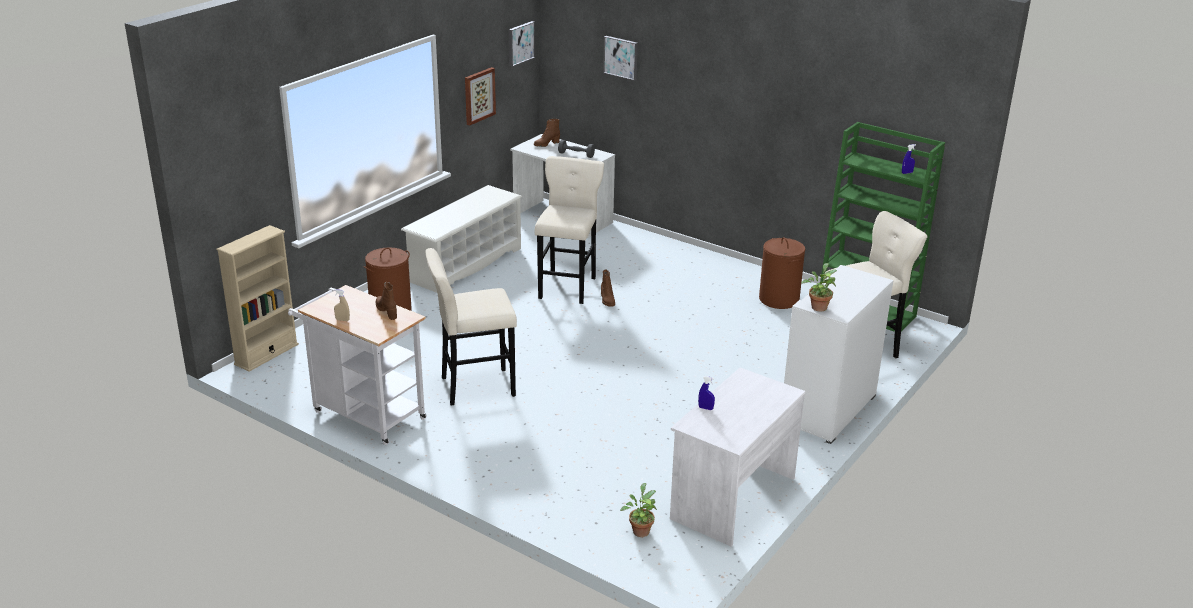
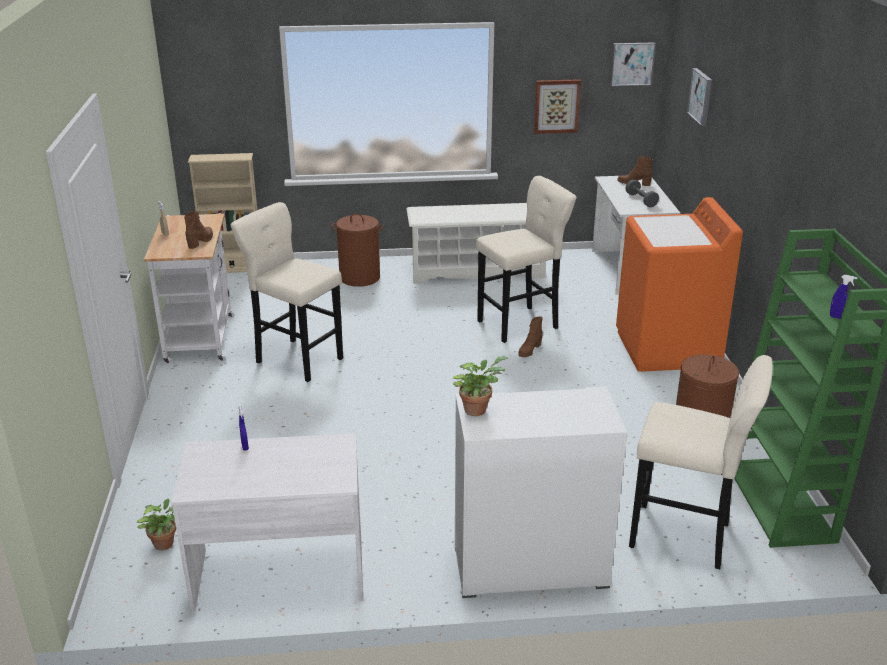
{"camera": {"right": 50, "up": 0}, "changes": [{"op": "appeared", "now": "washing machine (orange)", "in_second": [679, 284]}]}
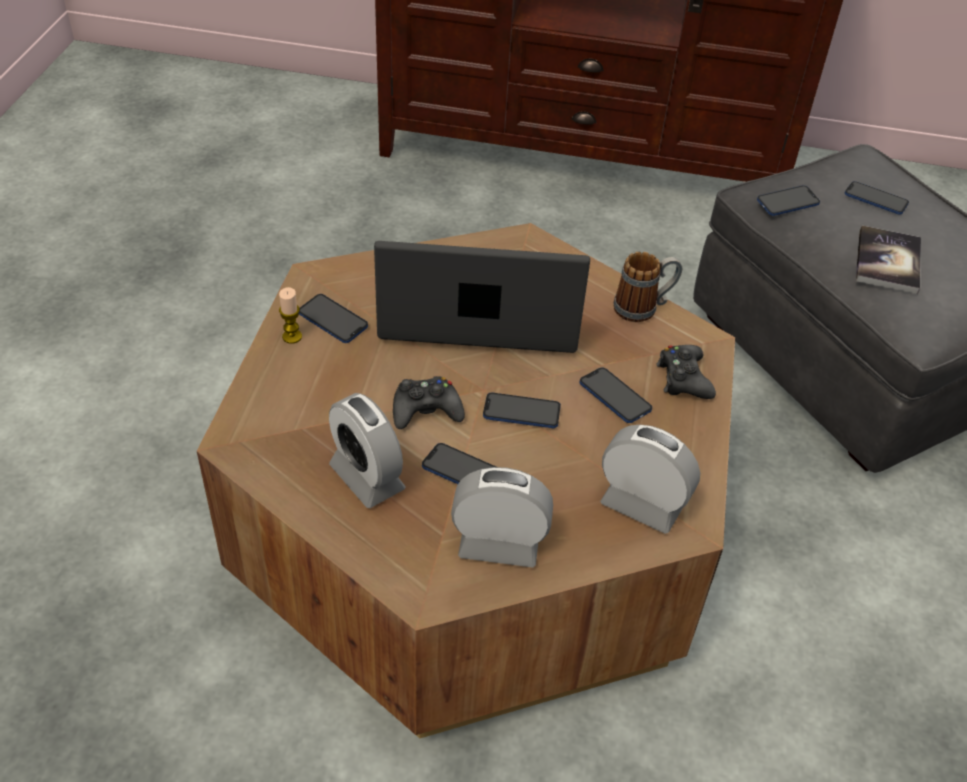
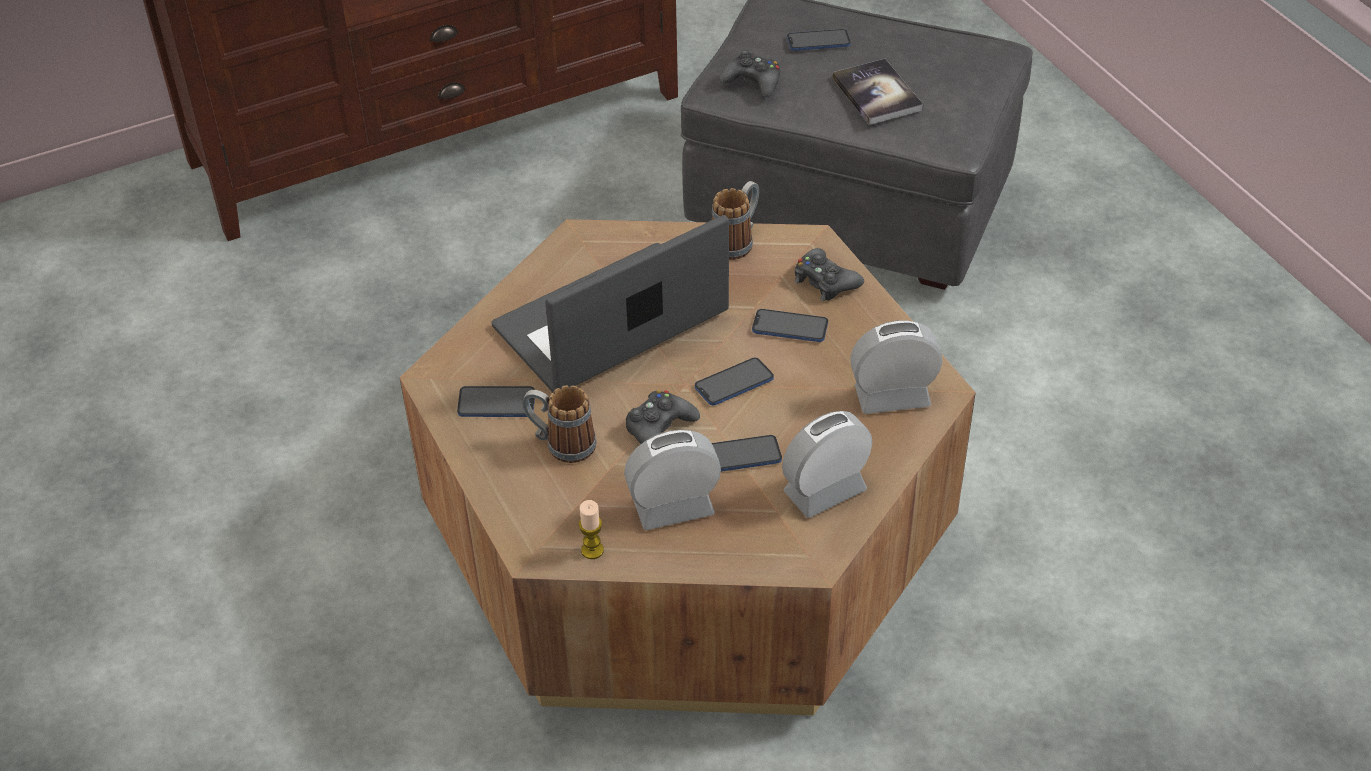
{"camera": {"right": -35, "up": 0}, "changes": [{"op": "relocated", "was": "candle", "in_first": [290, 315], "in_second": [591, 529]}, {"op": "spun", "was": "alarm clock", "in_first": [367, 450], "in_second": [672, 480], "clockwise": 150}, {"op": "exchanged", "was": "phone", "now": "game controller (black)", "in_first": [788, 200], "in_second": [749, 73]}, {"op": "appeared", "now": "mug", "in_second": [559, 424]}]}
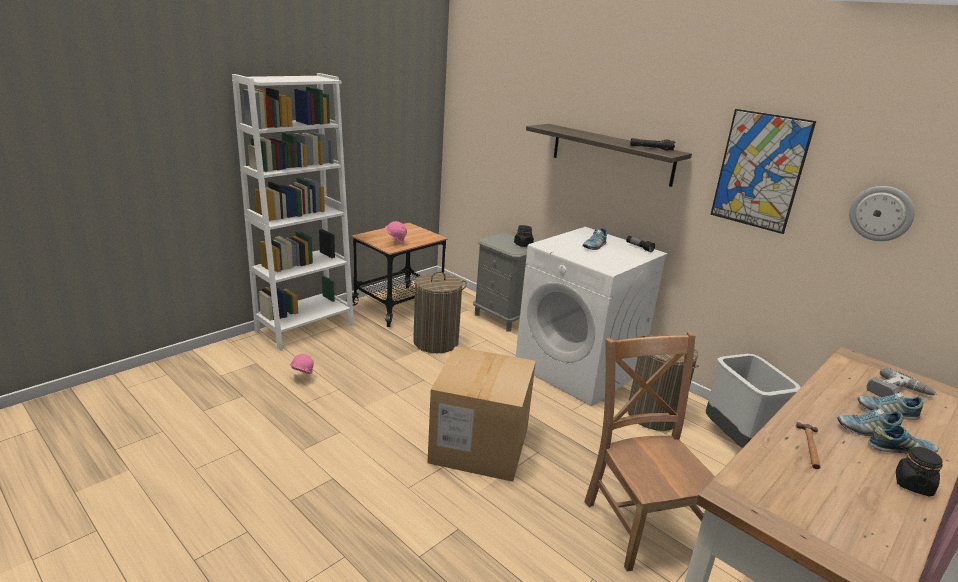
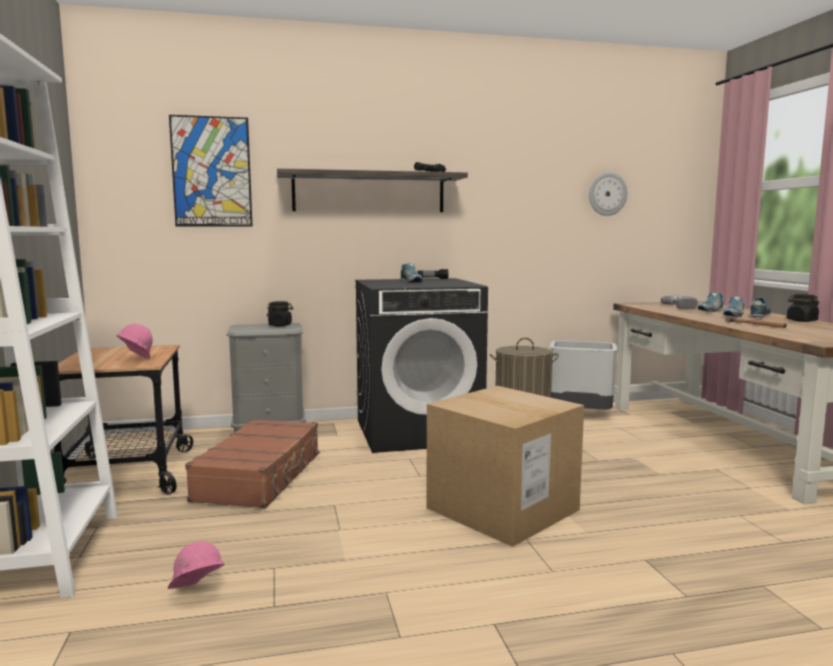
{"camera": {"right": -55, "up": -15}, "changes": [{"op": "exchanged", "was": "laundry basket", "now": "suitcase (brown)", "in_first": [438, 312], "in_second": [252, 463]}, {"op": "colour", "was": "washing machine (white)", "now": "washing machine (black)", "in_first": [592, 316], "in_second": [421, 365]}, {"op": "missing", "was": "chair (brown)", "in_first": [649, 452]}, {"op": "relocated", "was": "picture", "in_first": [763, 171], "in_second": [211, 171]}]}
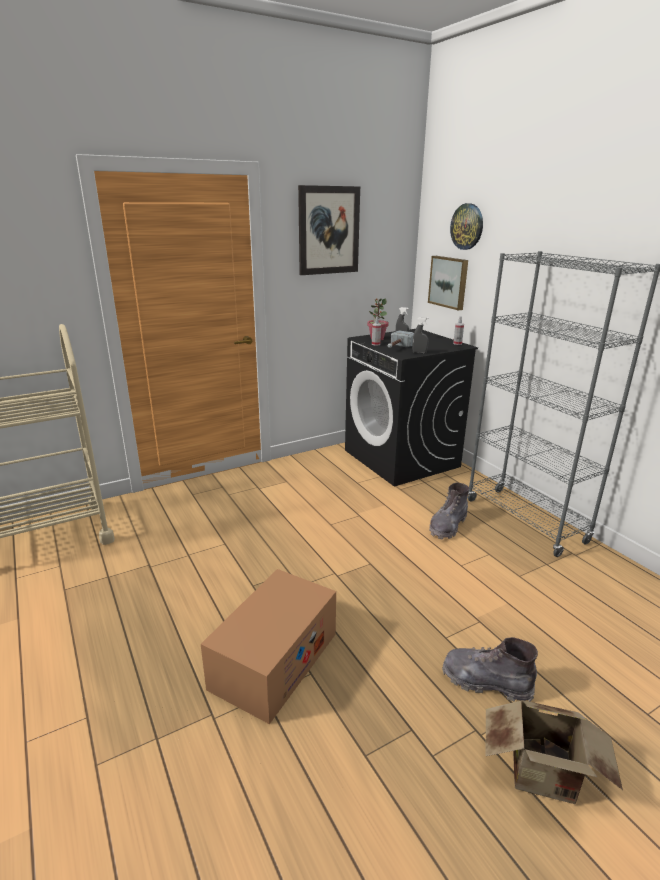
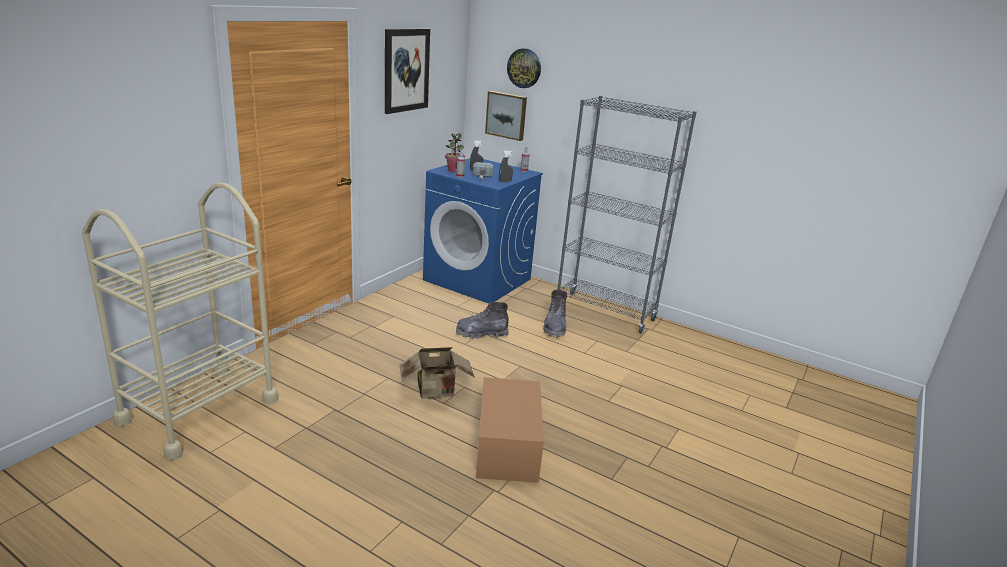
{"camera": {"right": -30, "up": 0}, "changes": [{"op": "colour", "was": "washing machine (black)", "now": "washing machine (blue)", "in_first": [411, 407], "in_second": [483, 230]}, {"op": "relocated", "was": "boot (grey)", "in_first": [490, 669], "in_second": [482, 320]}, {"op": "relocated", "was": "cardboard box", "in_first": [554, 752], "in_second": [437, 373]}]}
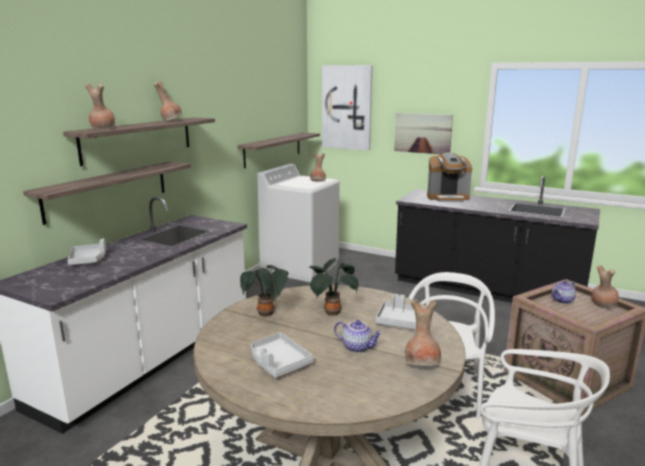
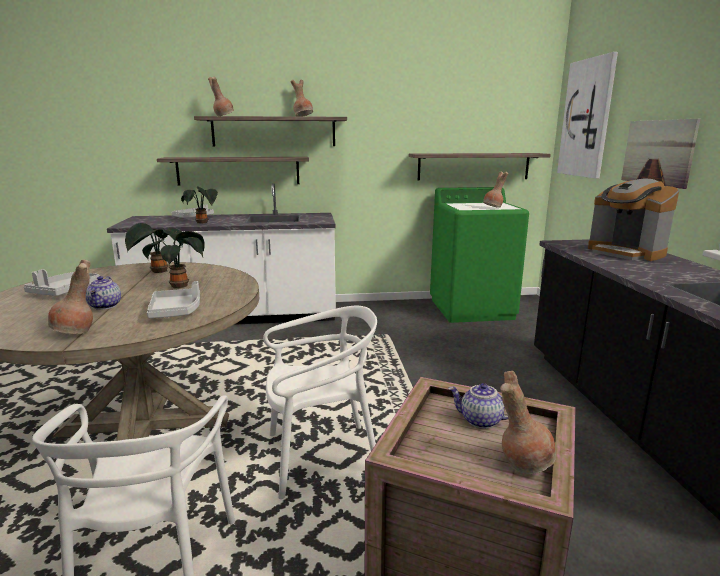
{"camera": {"right": 55, "up": 0}, "changes": [{"op": "colour", "was": "washing machine (white)", "now": "washing machine (green)", "in_first": [298, 223], "in_second": [479, 255]}, {"op": "appeared", "now": "potted plant", "in_second": [199, 205]}]}
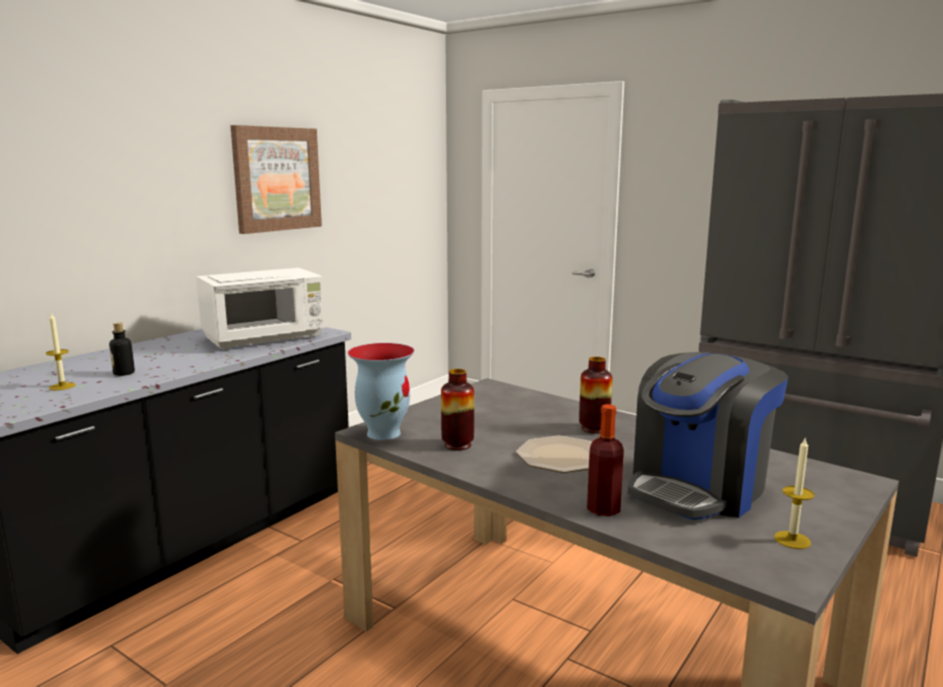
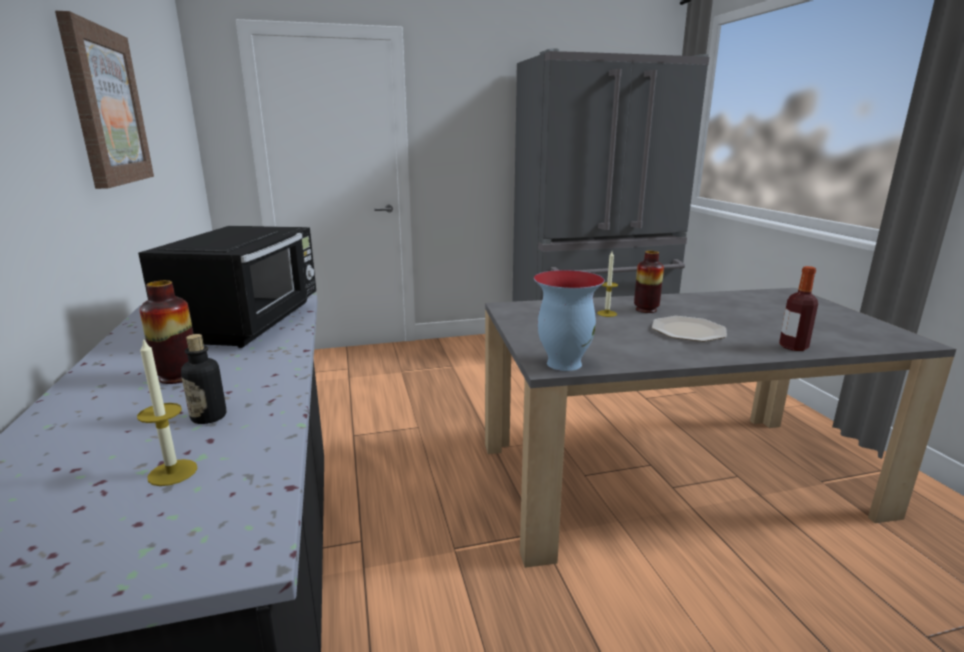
{"camera": {"right": -50, "up": 5}, "changes": [{"op": "colour", "was": "microwave (white)", "now": "microwave (black)", "in_first": [260, 309], "in_second": [227, 287]}, {"op": "relocated", "was": "vase", "in_first": [457, 409], "in_second": [167, 332]}, {"op": "missing", "was": "coffee machine", "in_first": [708, 436]}, {"op": "relocated", "was": "candle", "in_first": [794, 493], "in_second": [607, 284]}]}
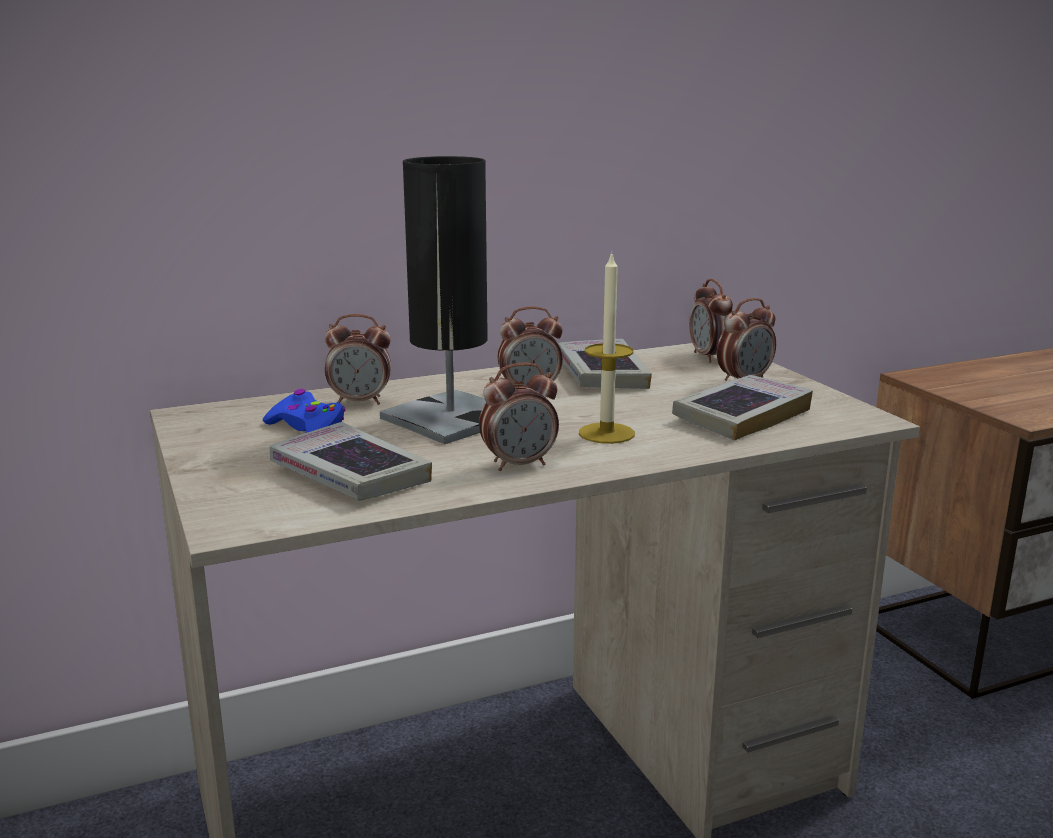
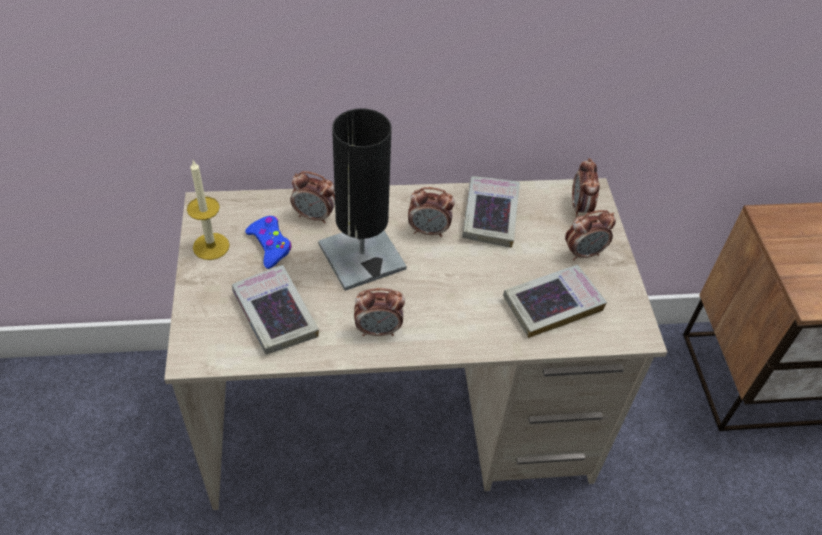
{"camera": {"right": 15, "up": 30}, "changes": [{"op": "relocated", "was": "candle", "in_first": [607, 347], "in_second": [208, 210]}]}
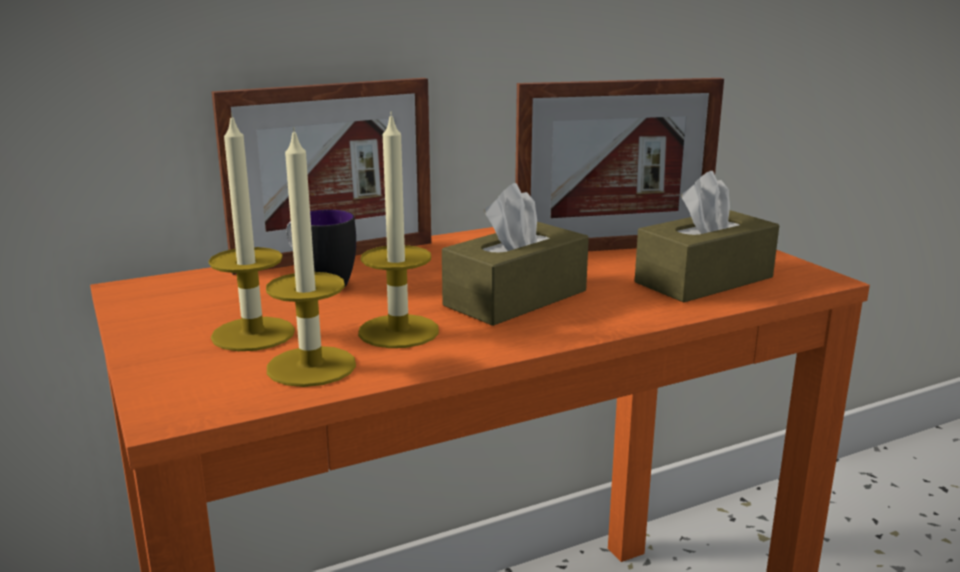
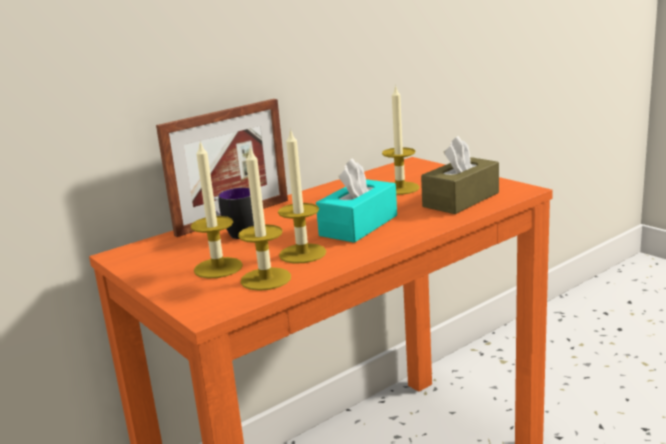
{"camera": {"right": -10, "up": 0}, "changes": [{"op": "colour", "was": "tissue box (brown)", "now": "tissue box (turquoise)", "in_first": [515, 254], "in_second": [356, 200]}, {"op": "exchanged", "was": "picture frame", "now": "candle", "in_first": [619, 164], "in_second": [401, 140]}]}
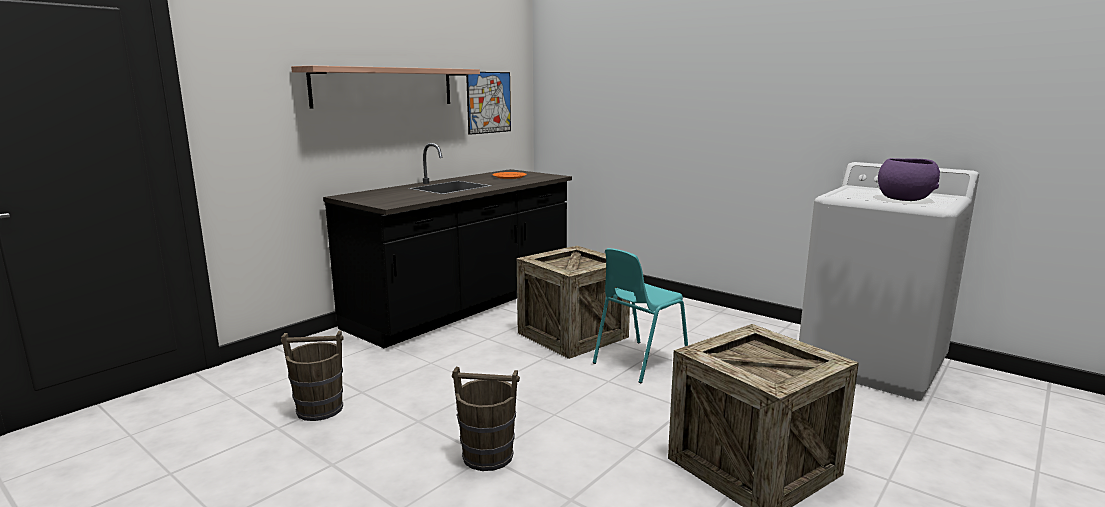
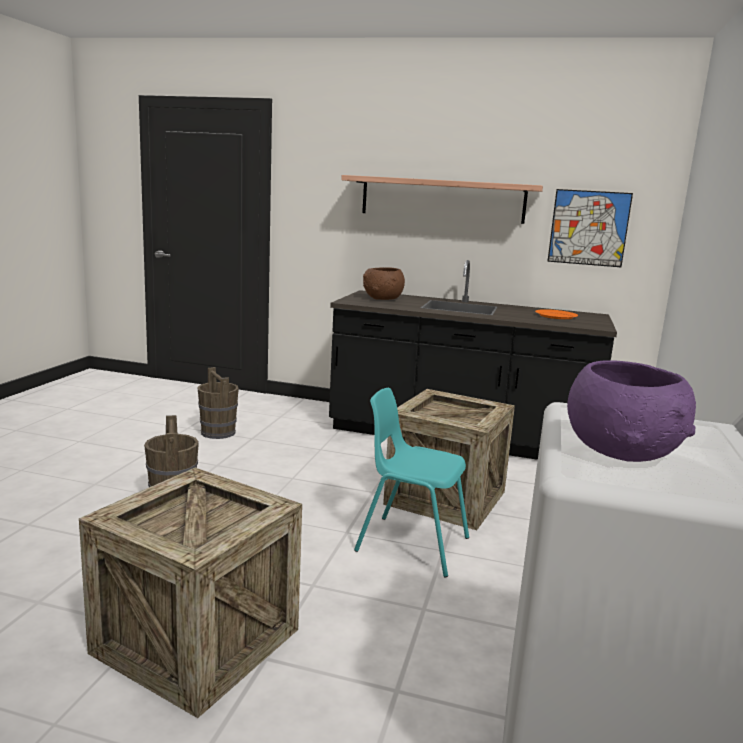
{"camera": {"right": 65, "up": 0}, "changes": [{"op": "appeared", "now": "bowl (brown)", "in_second": [384, 283]}]}
